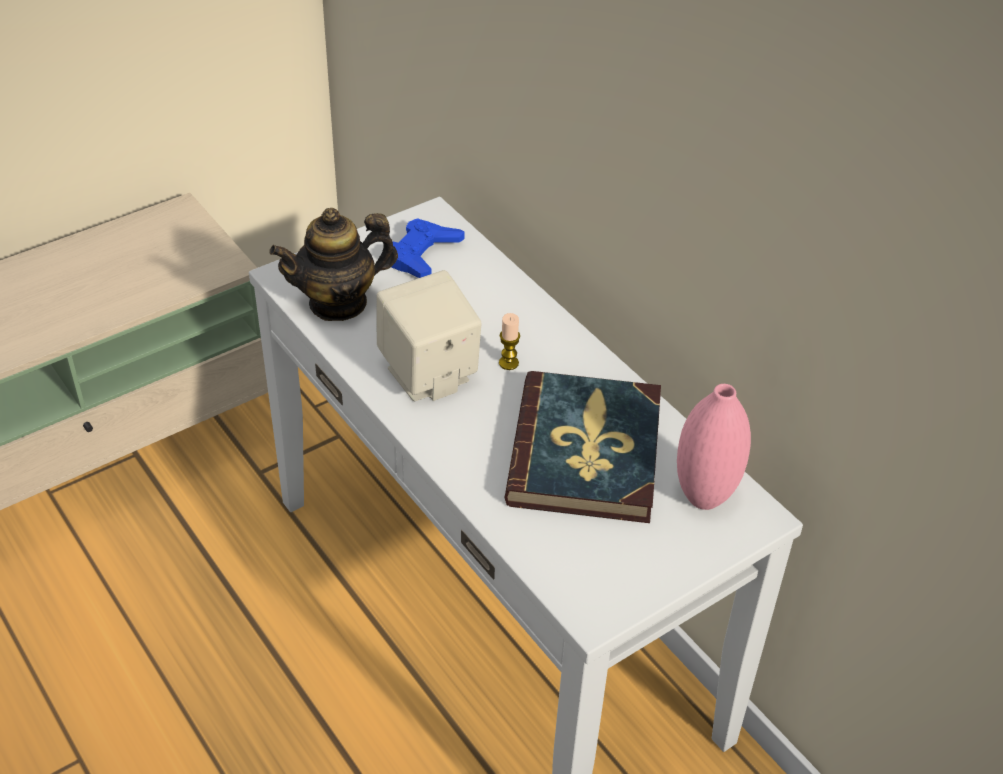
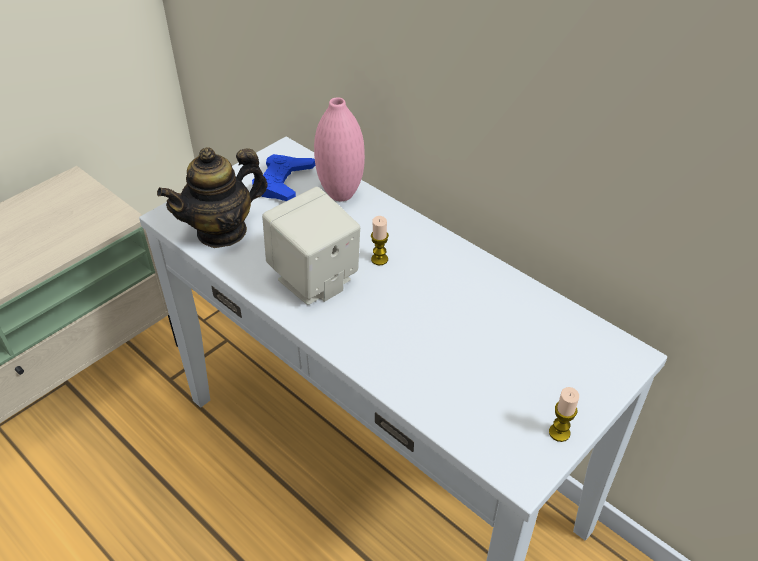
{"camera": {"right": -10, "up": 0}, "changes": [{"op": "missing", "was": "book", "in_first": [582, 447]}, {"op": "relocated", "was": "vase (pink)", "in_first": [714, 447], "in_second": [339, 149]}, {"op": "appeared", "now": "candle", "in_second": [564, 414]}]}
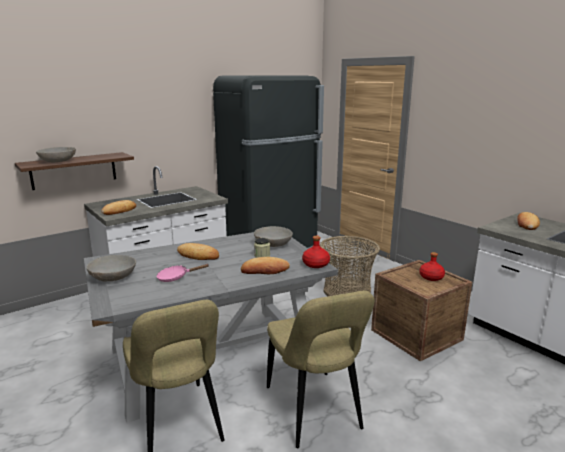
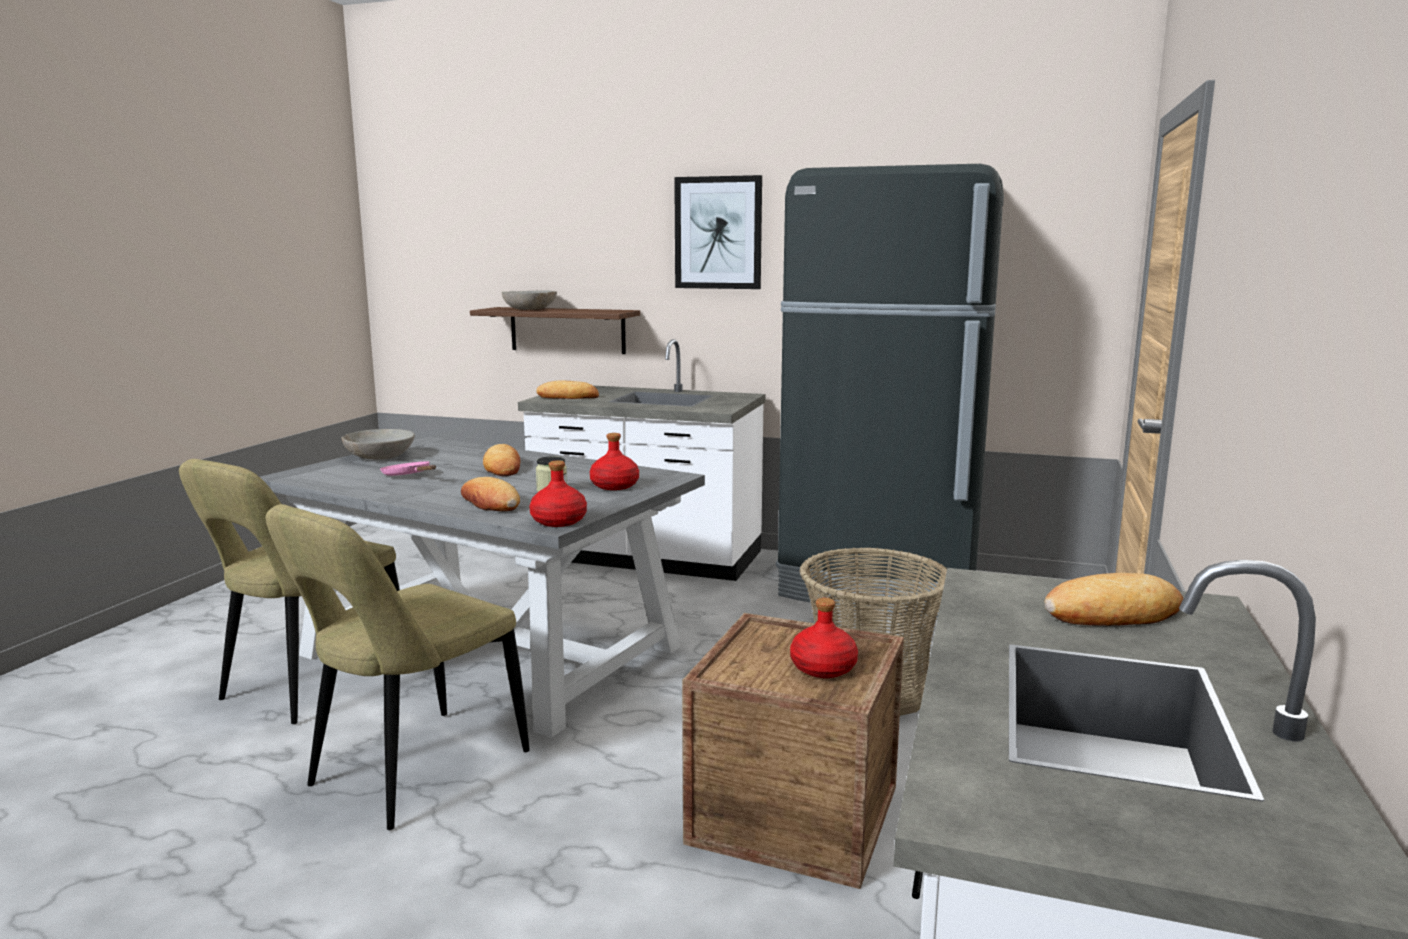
{"camera": {"right": 55, "up": -5}, "changes": [{"op": "exchanged", "was": "bowl (grey)", "now": "bottle (red)", "in_first": [273, 236], "in_second": [614, 461]}, {"op": "appeared", "now": "picture", "in_second": [718, 232]}]}
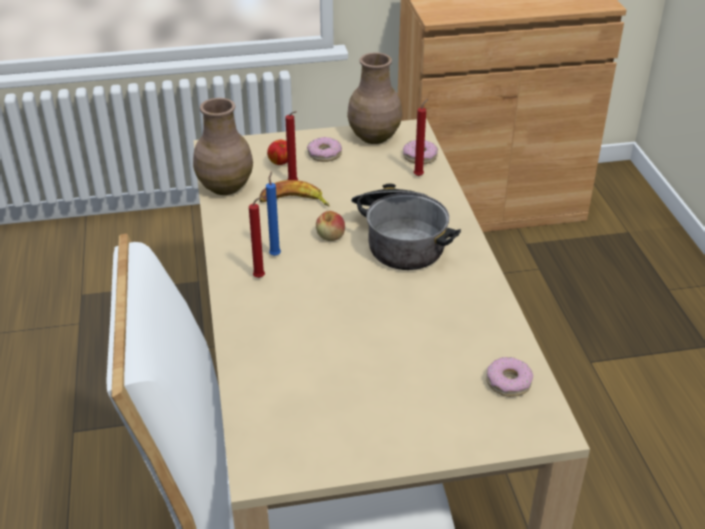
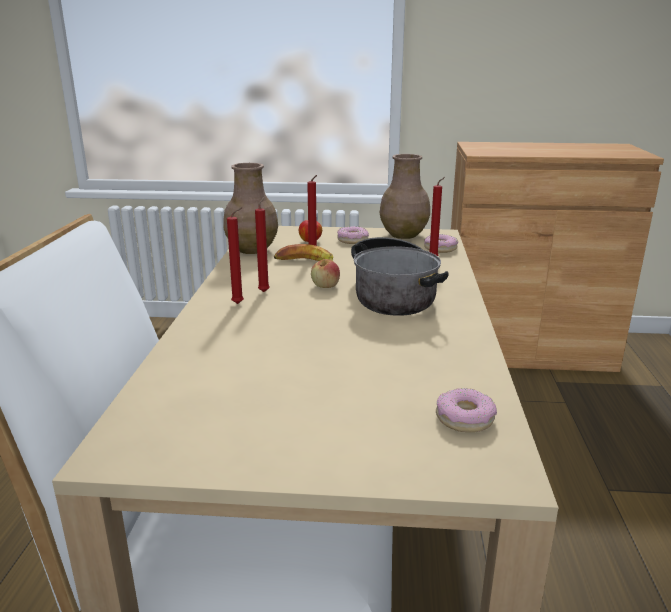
{"camera": {"right": 15, "up": -15}, "changes": [{"op": "colour", "was": "candle (blue)", "now": "candle (red)", "in_first": [273, 214], "in_second": [262, 245]}]}
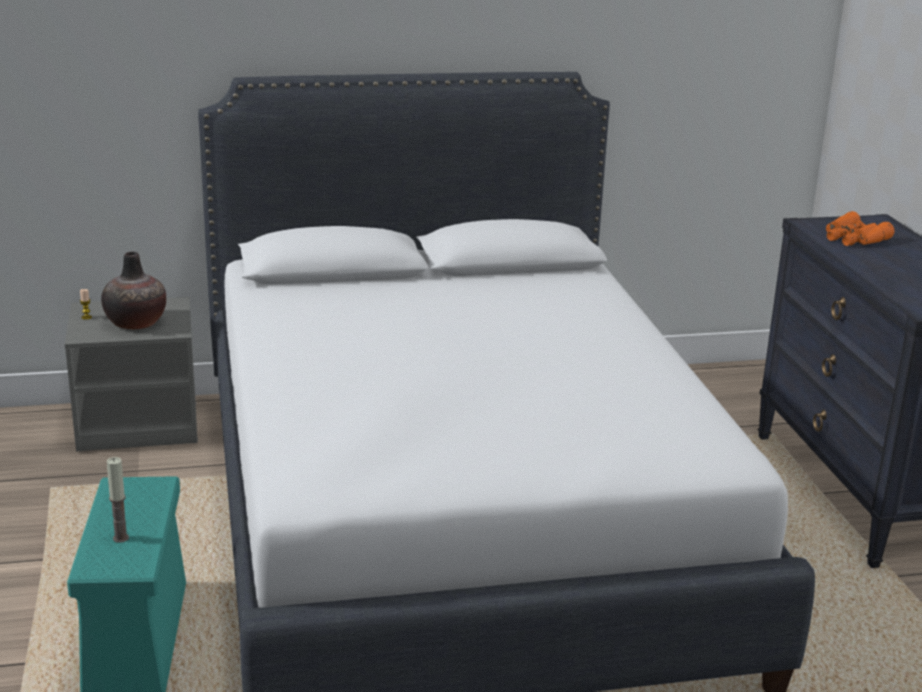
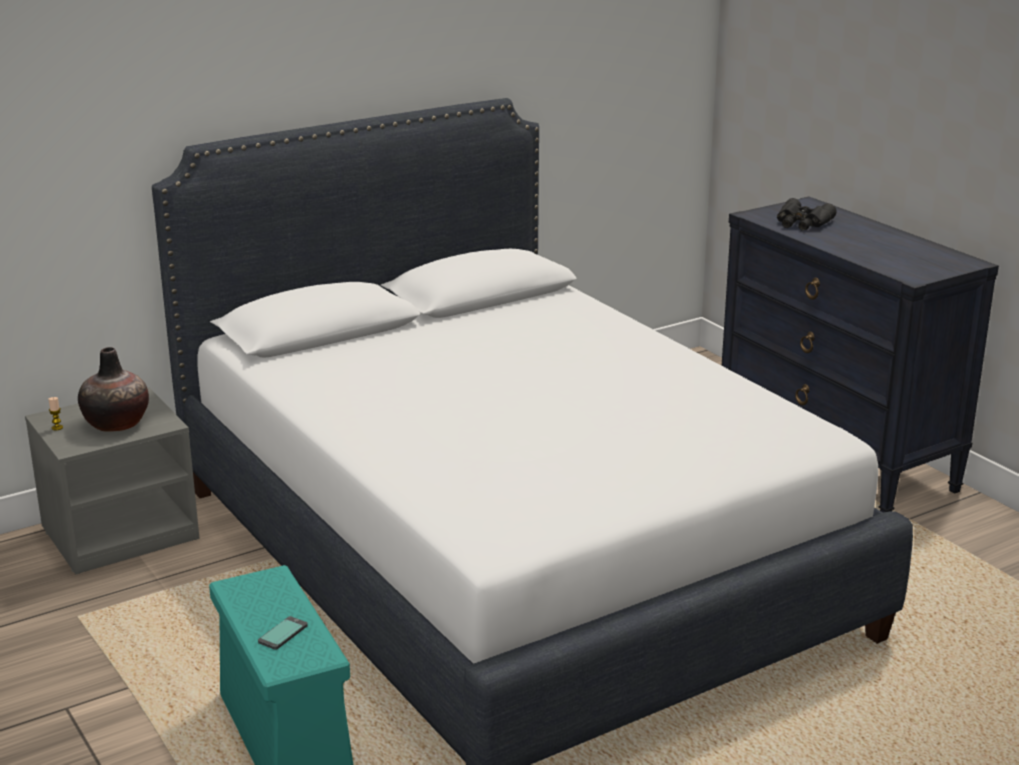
{"camera": {"right": -20, "up": 0}, "changes": [{"op": "exchanged", "was": "candle", "now": "phone", "in_first": [117, 500], "in_second": [283, 633]}, {"op": "colour", "was": "binoculars (orange)", "now": "binoculars (black)", "in_first": [860, 228], "in_second": [806, 214]}]}
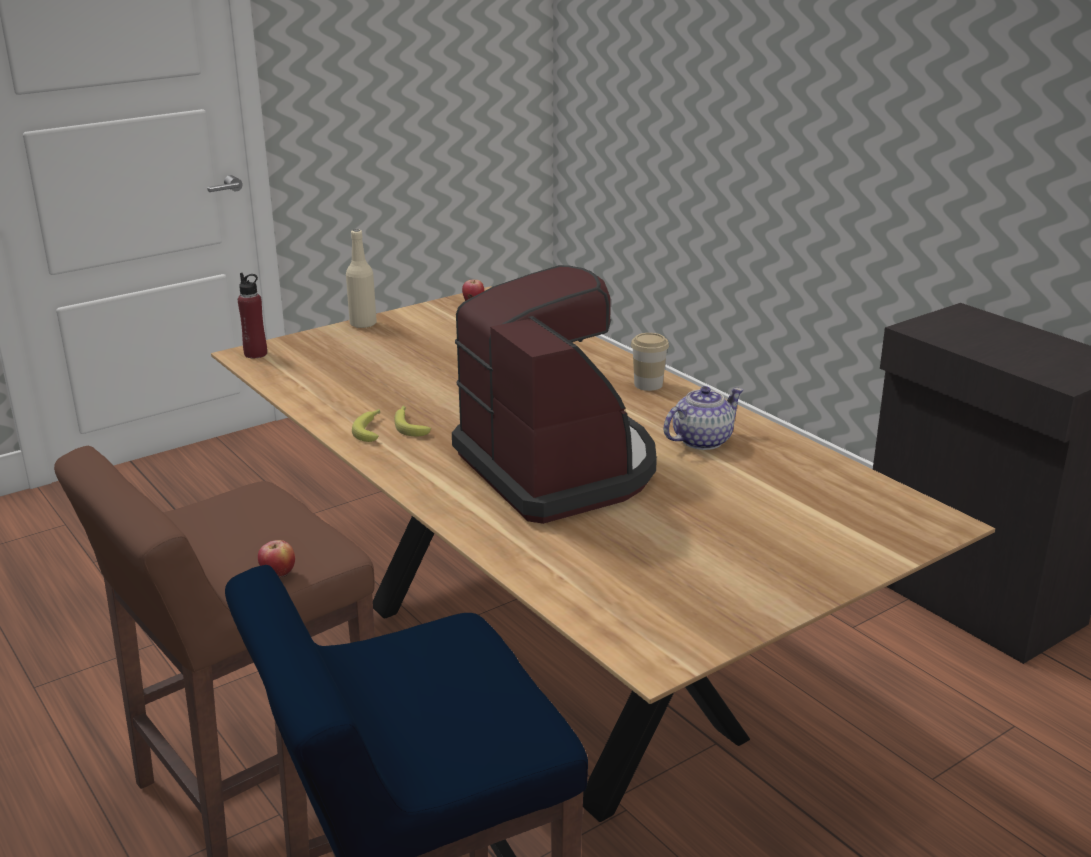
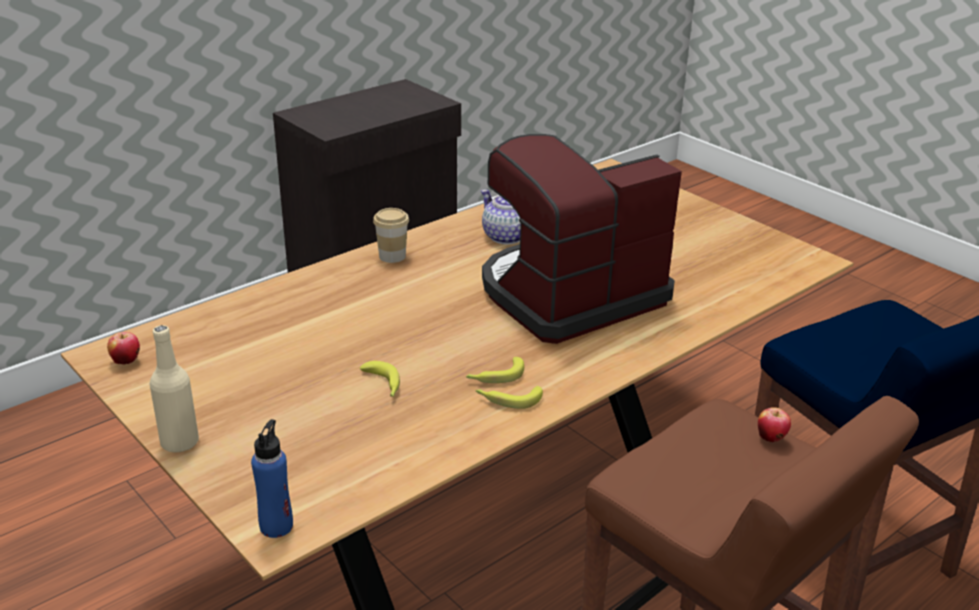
{"camera": {"right": -95, "up": 5}, "changes": [{"op": "colour", "was": "bottle (red)", "now": "bottle (blue)", "in_first": [252, 315], "in_second": [272, 478]}, {"op": "appeared", "now": "banana", "in_second": [380, 379]}]}
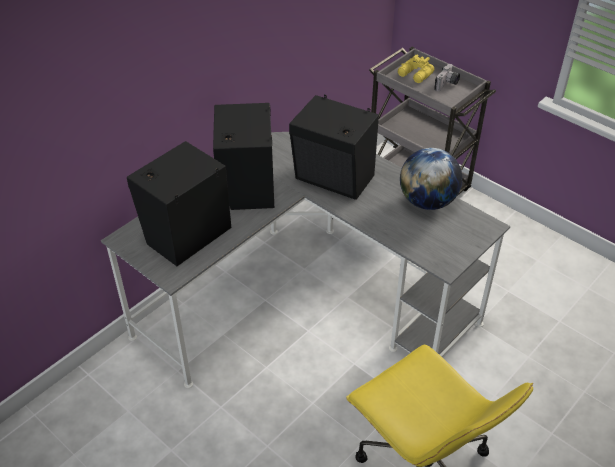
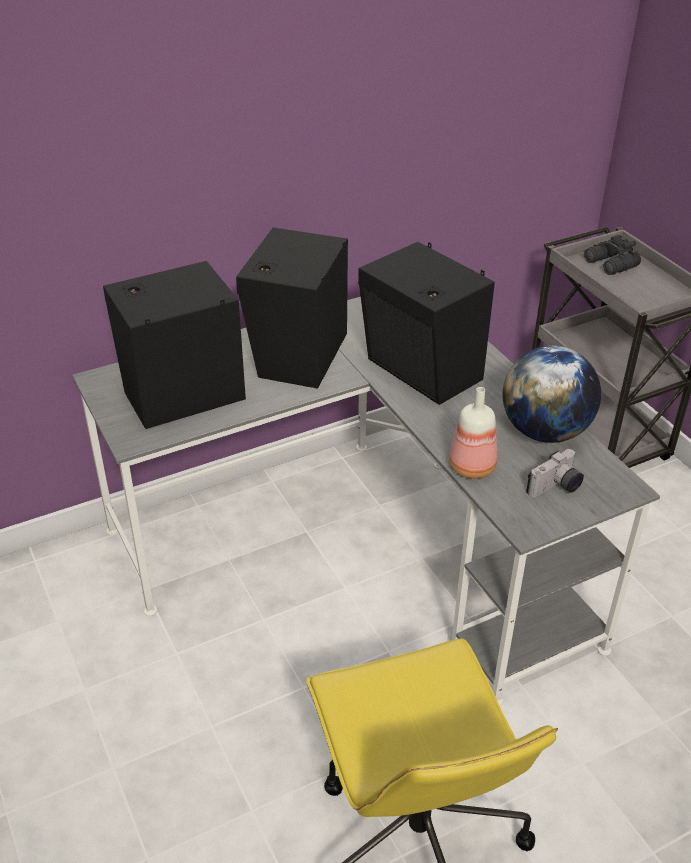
{"camera": {"right": 20, "up": -5}, "changes": [{"op": "colour", "was": "binoculars (yellow)", "now": "binoculars (black)", "in_first": [416, 68], "in_second": [612, 255]}, {"op": "relocated", "was": "photo camera", "in_first": [447, 77], "in_second": [555, 473]}, {"op": "appeared", "now": "bottle", "in_second": [473, 433]}]}
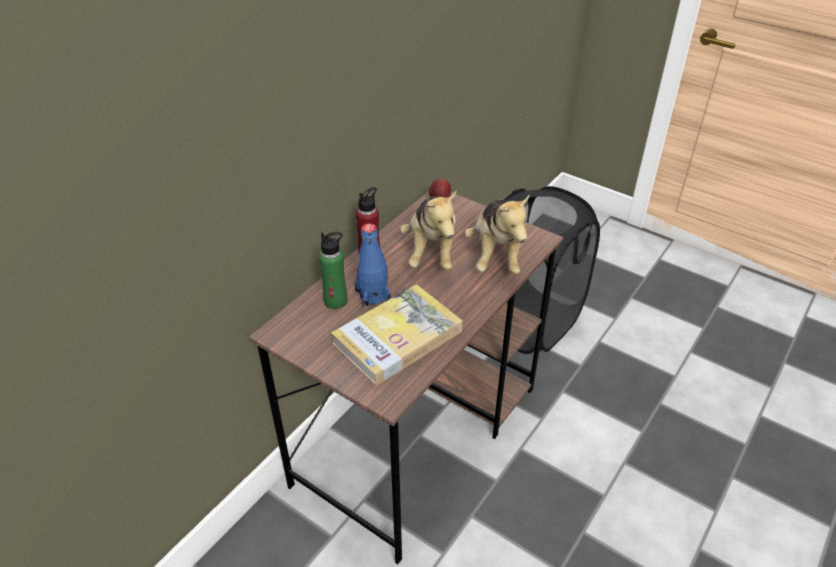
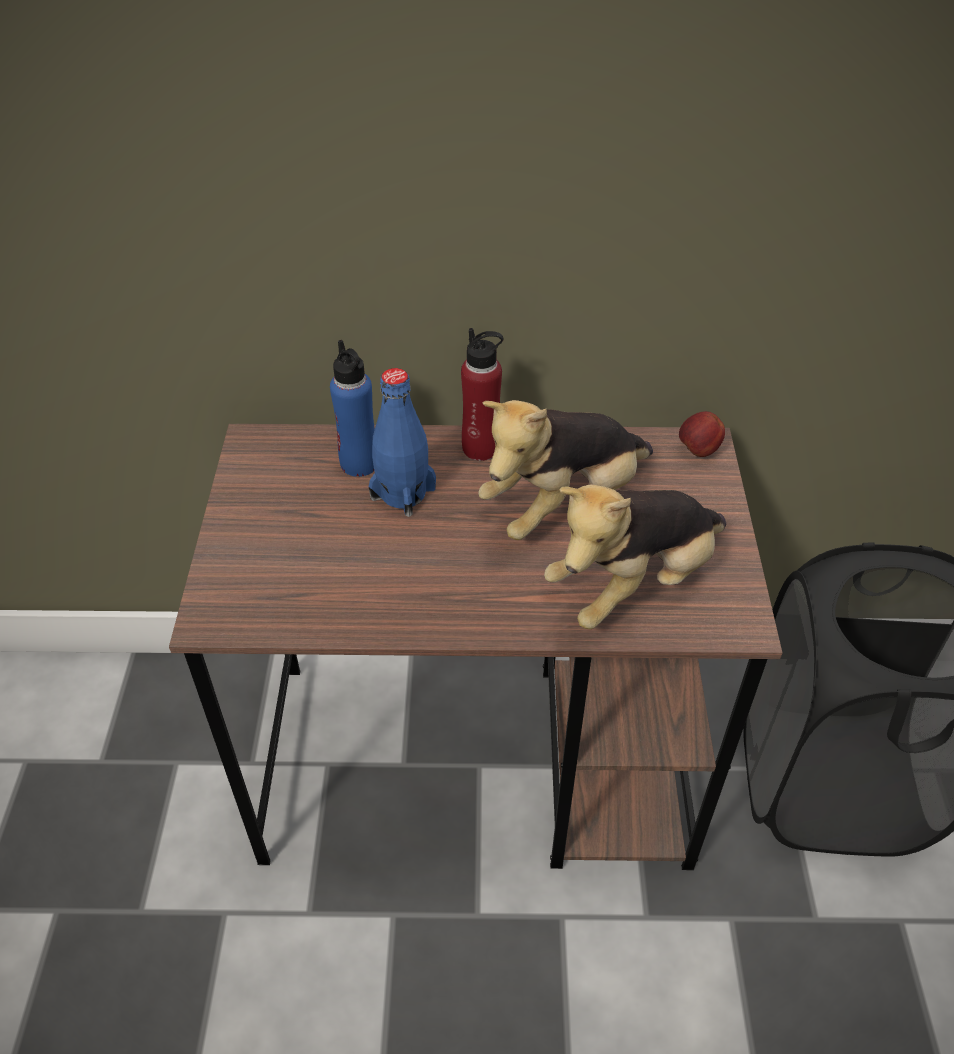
{"camera": {"right": 55, "up": 5}, "changes": [{"op": "colour", "was": "bottle (green)", "now": "bottle (blue)", "in_first": [333, 270], "in_second": [352, 408]}, {"op": "missing", "was": "book", "in_first": [397, 334]}]}
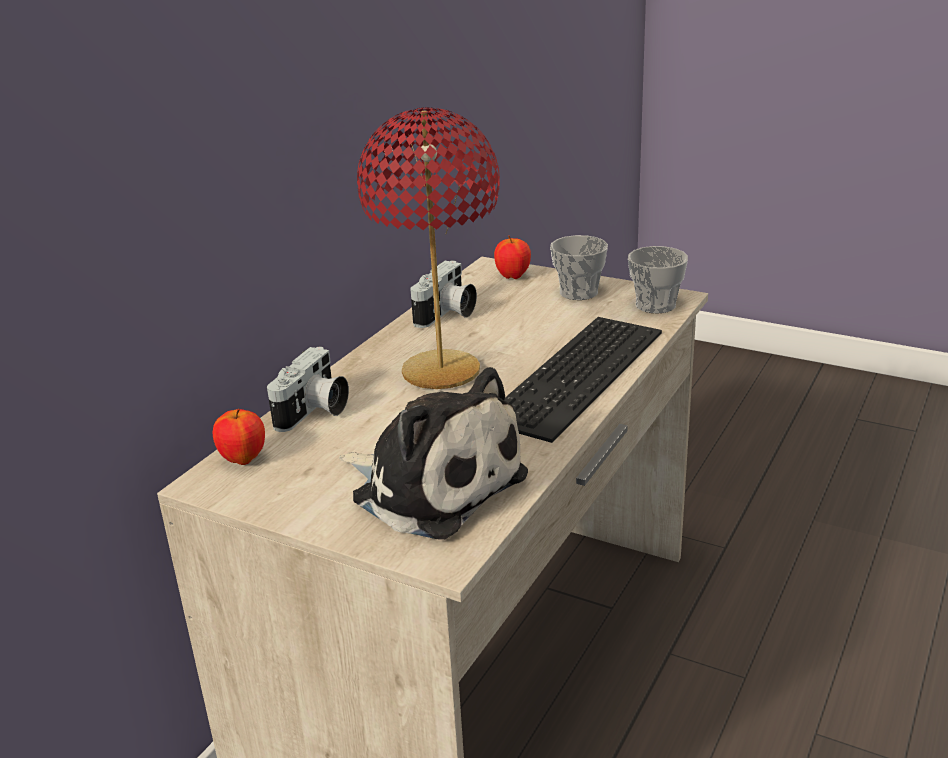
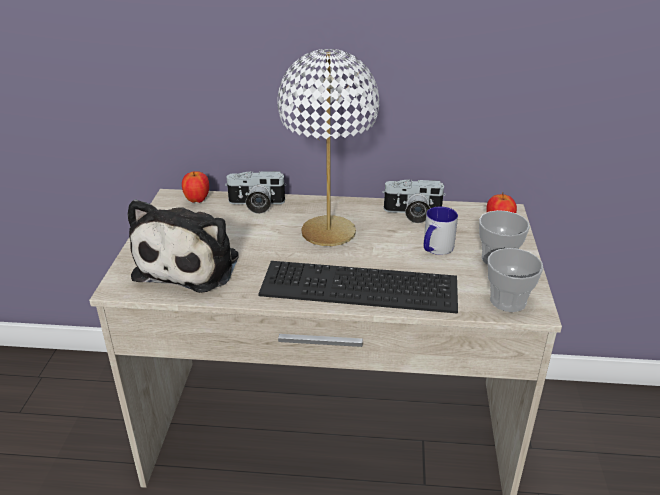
{"camera": {"right": 65, "up": 5}, "changes": [{"op": "colour", "was": "table lamp (red)", "now": "table lamp (white)", "in_first": [428, 248], "in_second": [328, 147]}, {"op": "appeared", "now": "mug", "in_second": [440, 231]}]}
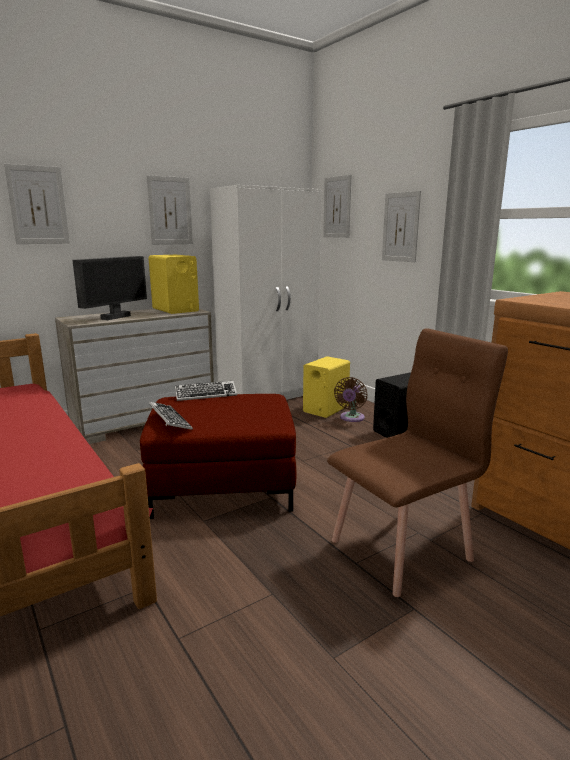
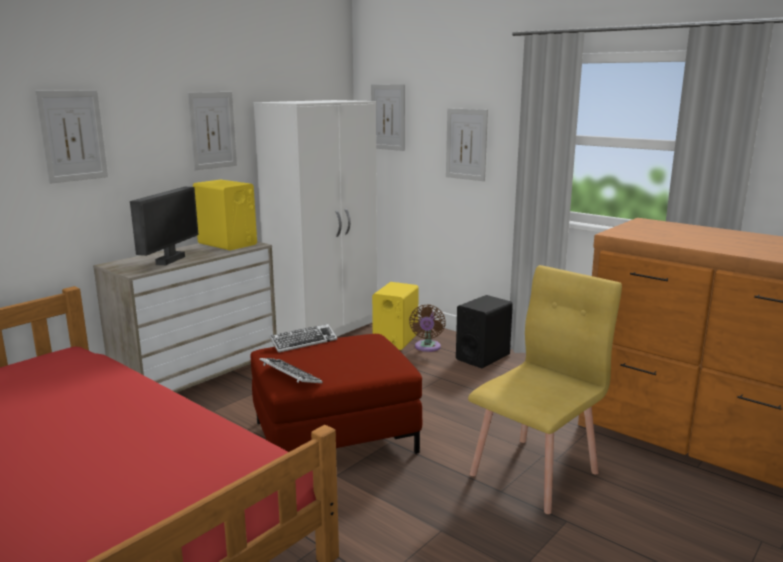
{"camera": {"right": -15, "up": 0}, "changes": [{"op": "colour", "was": "chair (brown)", "now": "chair (yellow)", "in_first": [417, 462], "in_second": [545, 389]}]}
